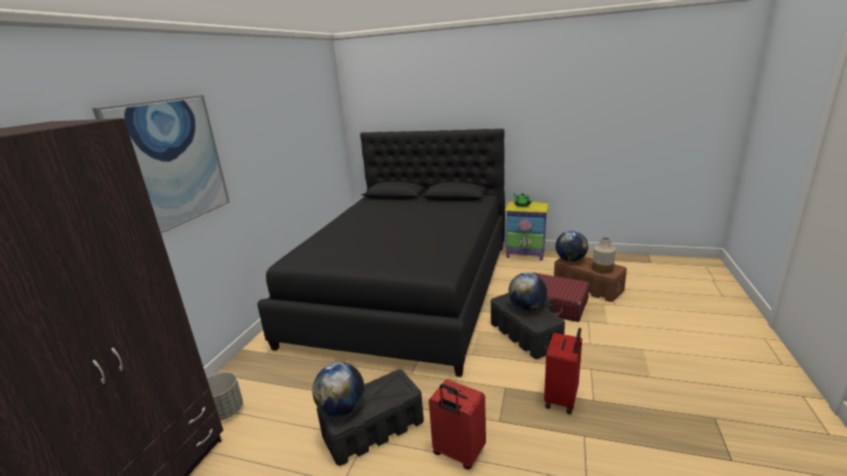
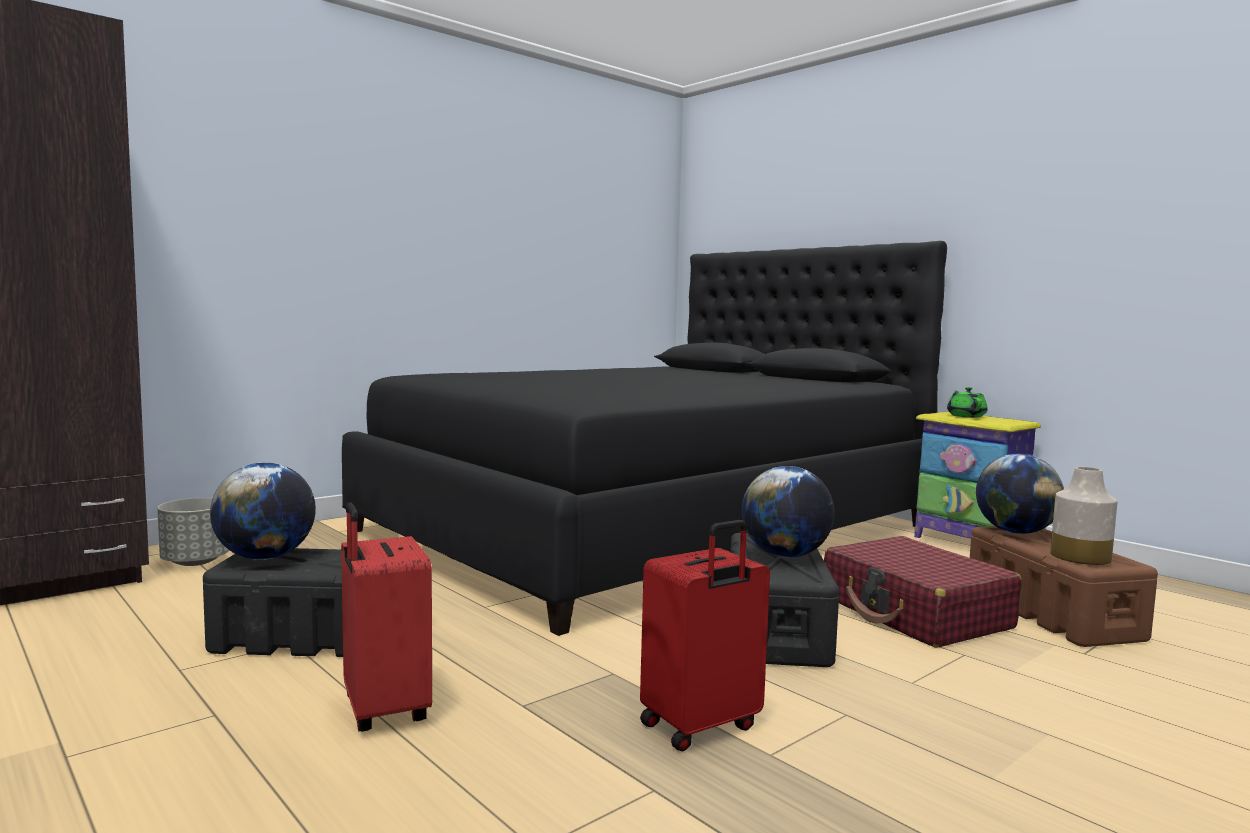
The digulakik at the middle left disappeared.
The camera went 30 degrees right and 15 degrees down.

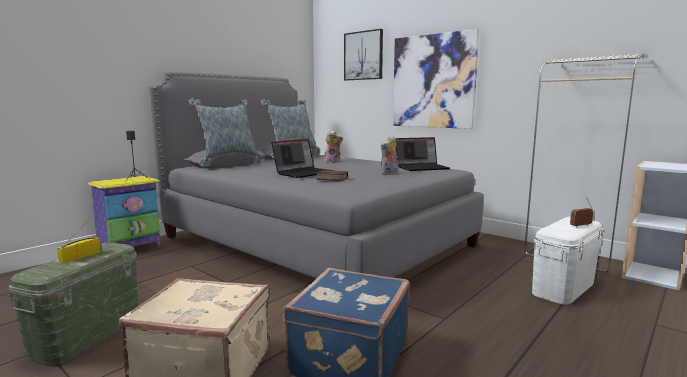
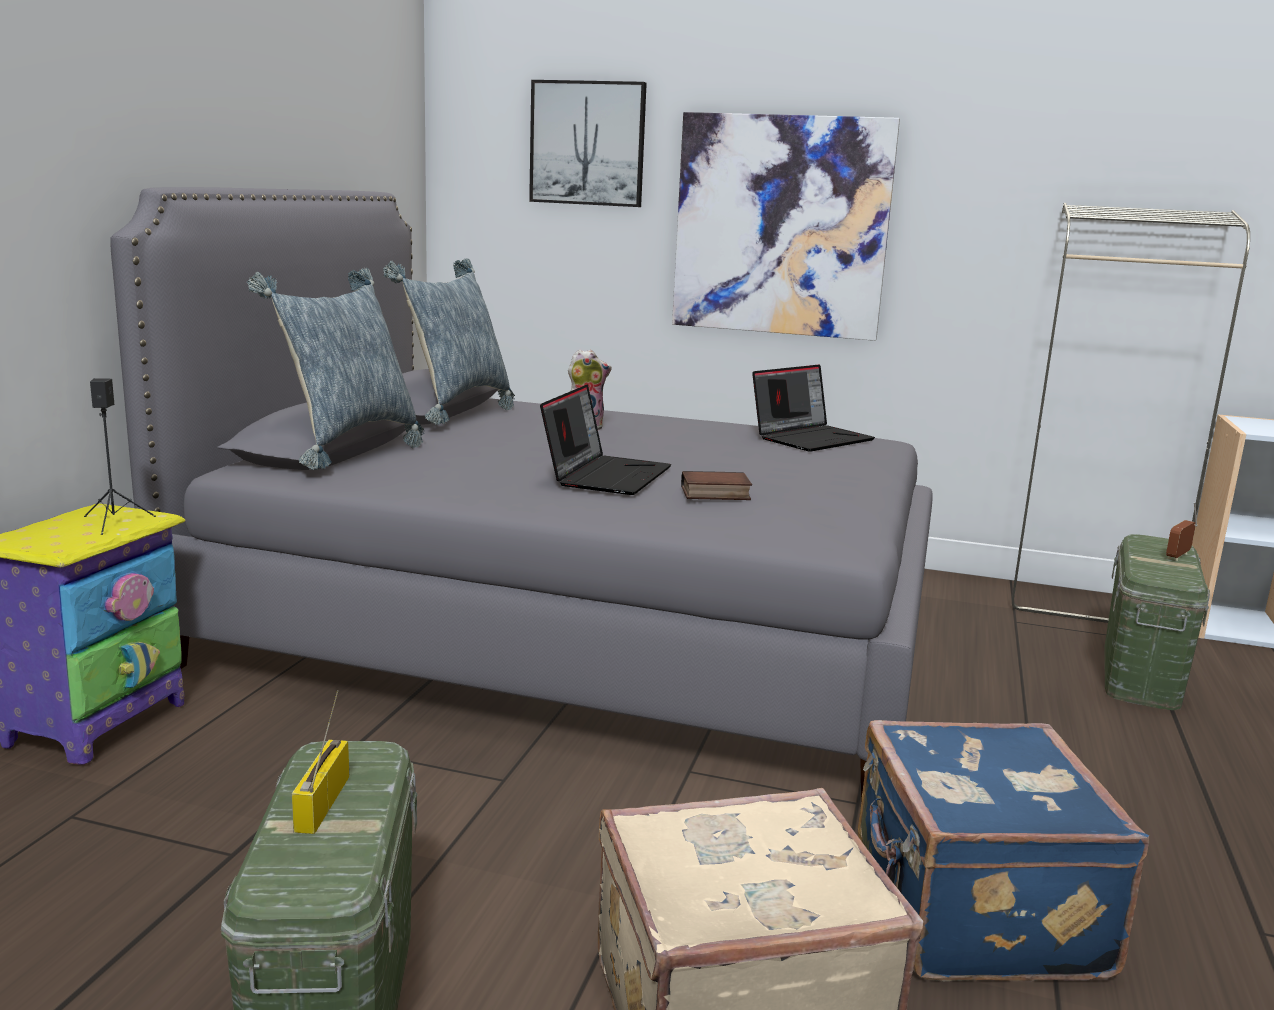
The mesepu (2nd from left) at the centre disappeared.
The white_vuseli at the bottom right became the green_vuseli (2nd from left) at the middle right.
The camera went 25 degrees left and 5 degrees up.

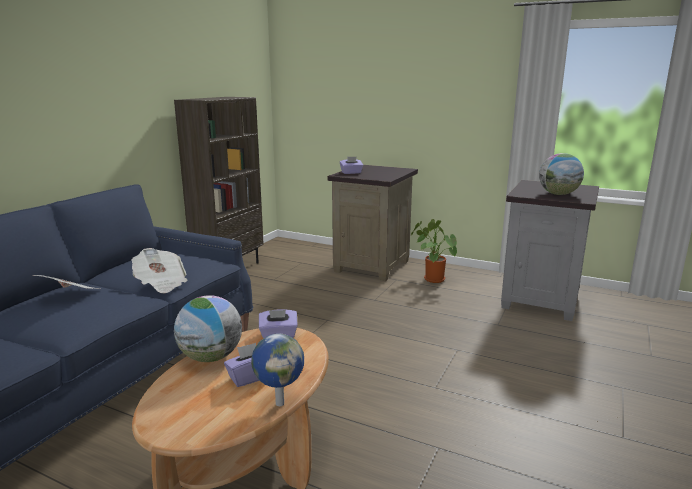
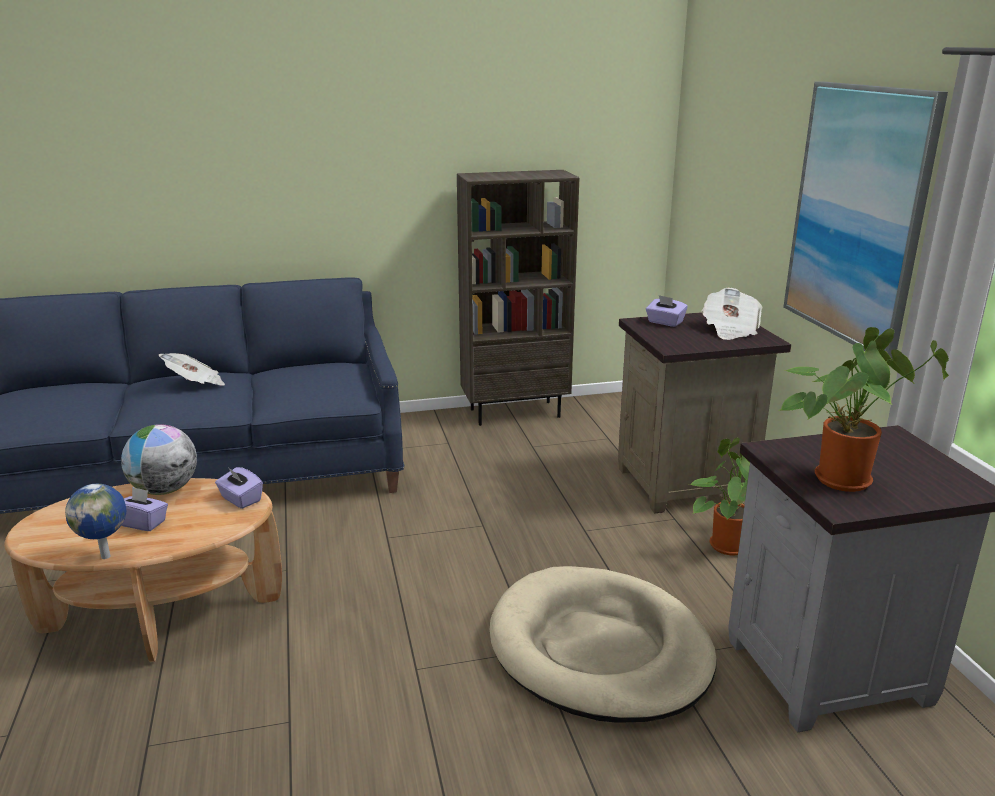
The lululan (2nd from left) moved from the middle left to the middle right.
The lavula (3rd from left) at the middle right was replaced by the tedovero (2nd from left) at the middle right.
The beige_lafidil at the bottom centre appeared.
The digulakik at the top right appeared.
The camera went 50 degrees right and 5 degrees up.

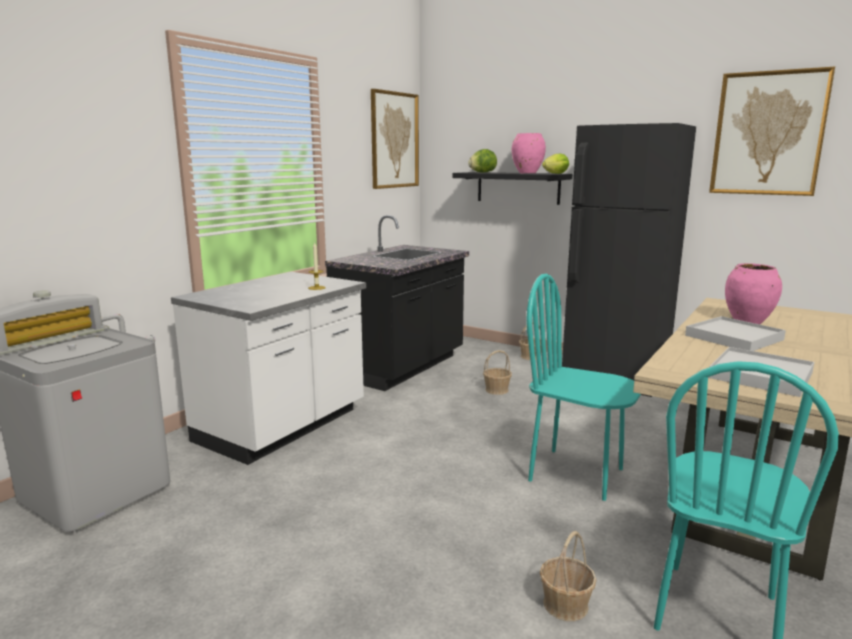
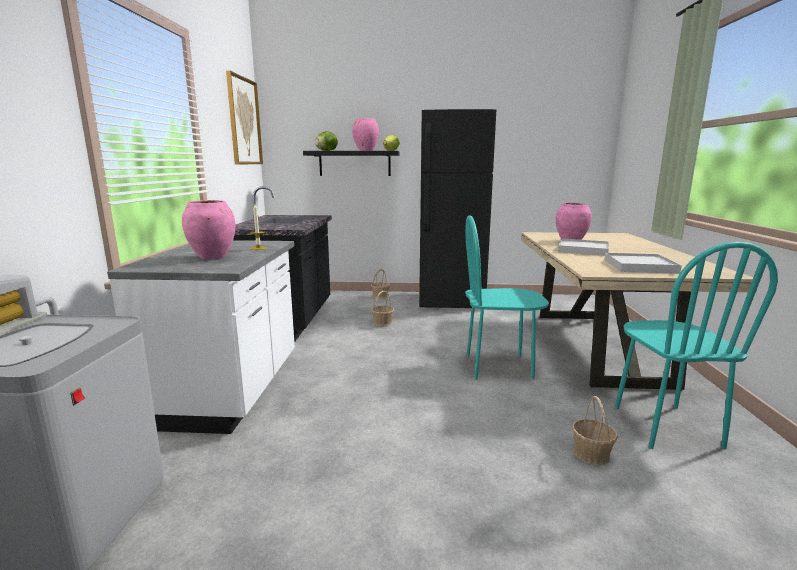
The digulakik (2nd from left) at the top right disappeared.
The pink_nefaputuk (1st from left) at the middle left appeared.
The camera went 30 degrees left and 0 degrees up.

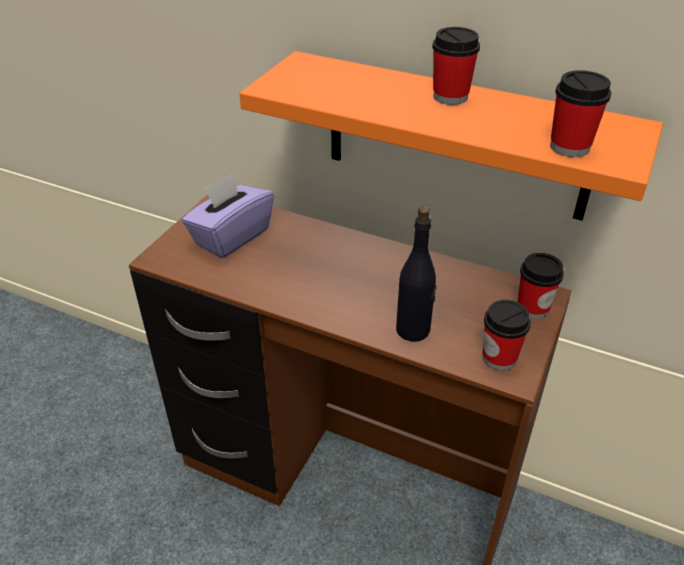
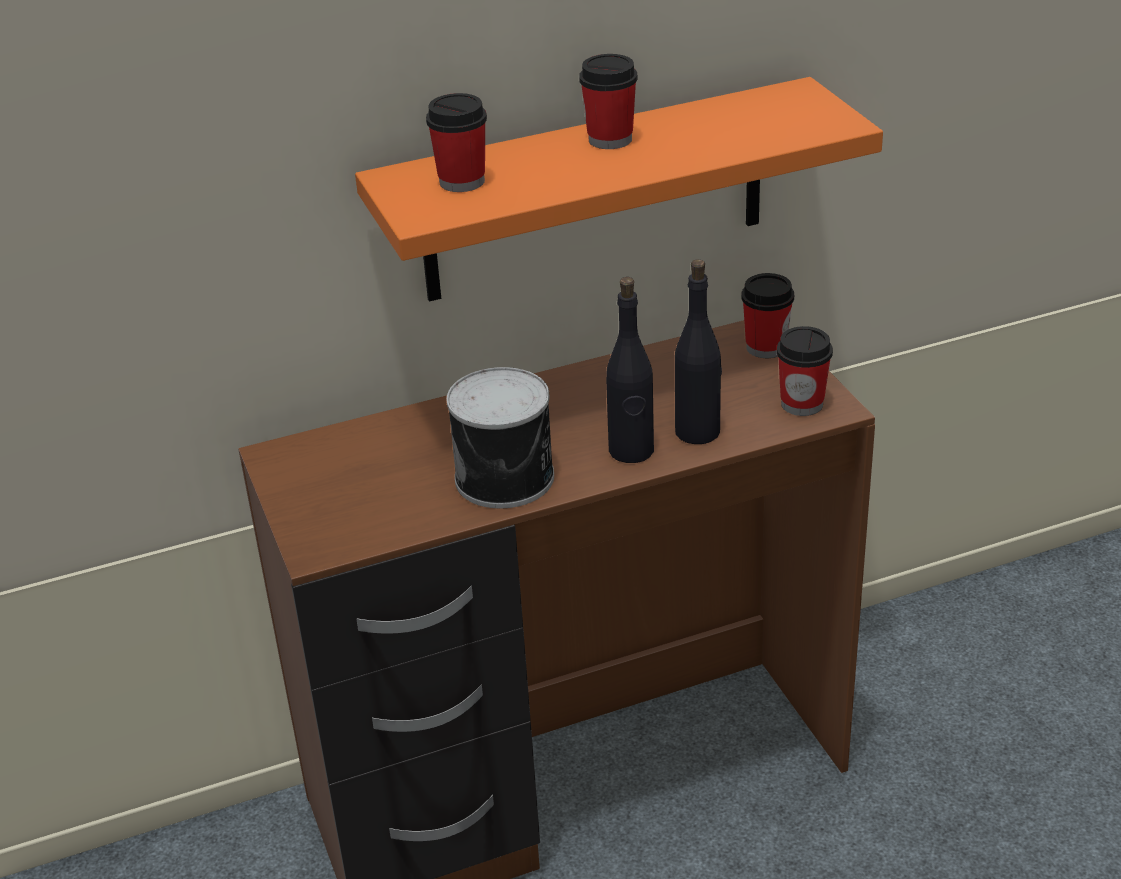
The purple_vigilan at the centre disappeared.
The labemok (4th from left in the first image) moved from the top right to the top centre.
The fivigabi at the centre appeared.
The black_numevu (1st from left) at the centre appeared.
The camera went 45 degrees left and 5 degrees down.

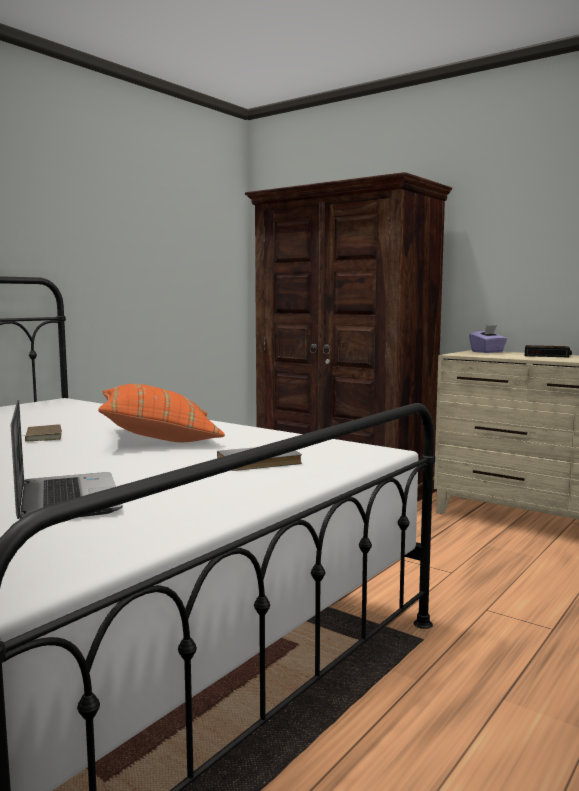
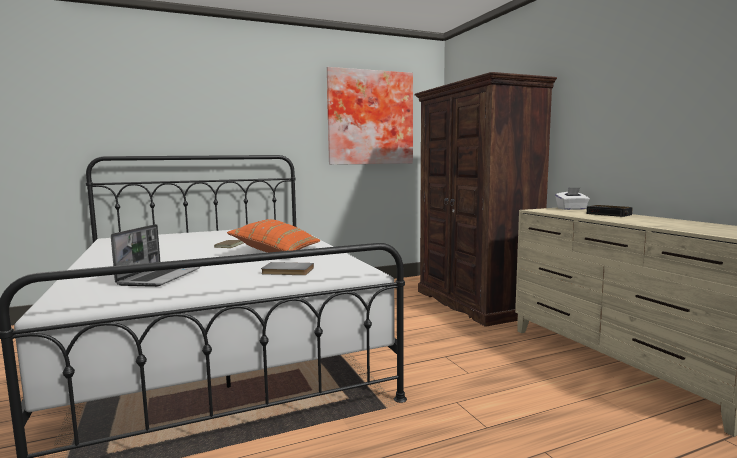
The purple_vigilan at the middle right became the white_vigilan at the middle right.
The digulakik at the top centre appeared.
The camera went 30 degrees right and 0 degrees up.

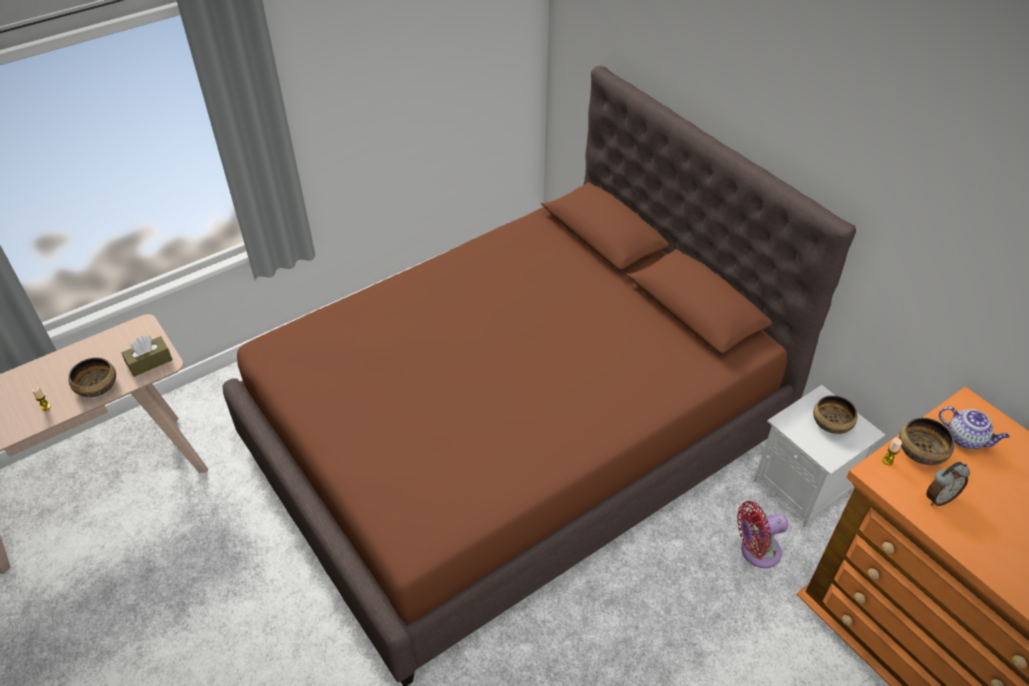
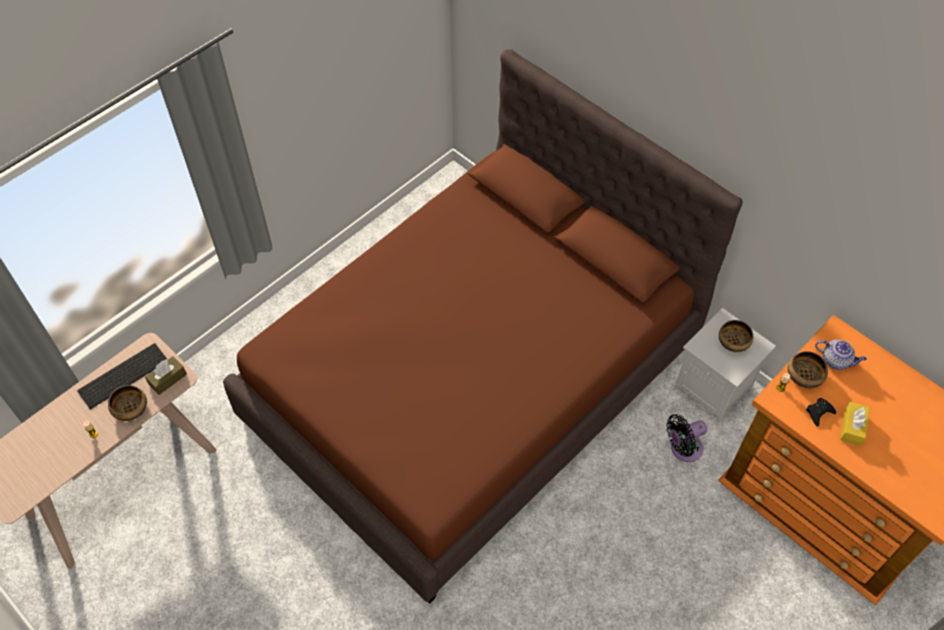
The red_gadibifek at the bottom right became the black_gadibifek at the bottom right.
The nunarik at the bottom right was replaced by the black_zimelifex at the middle right.
The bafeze at the middle left appeared.
The yellow_vigilan at the bottom right appeared.
The camera went 10 degrees left and 10 degrees up.

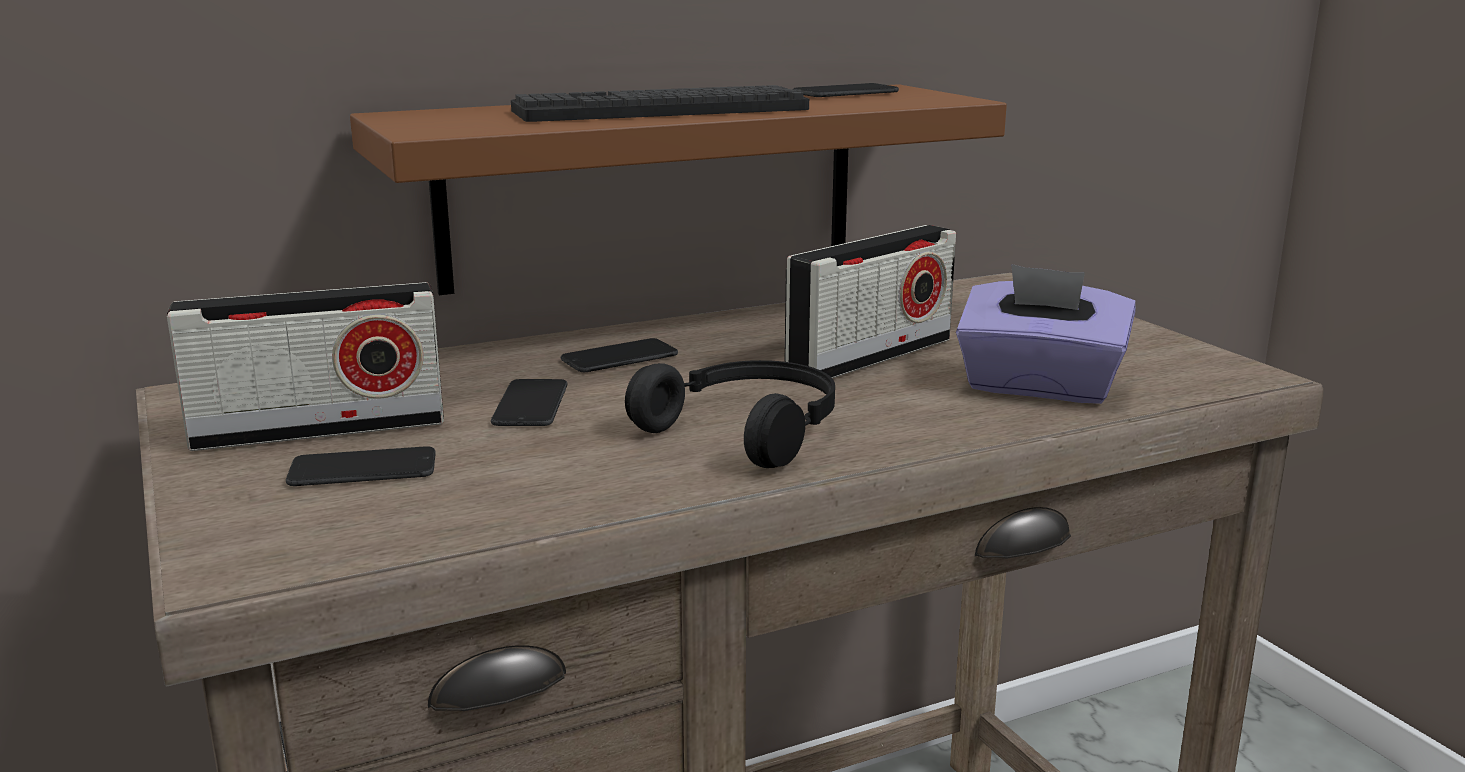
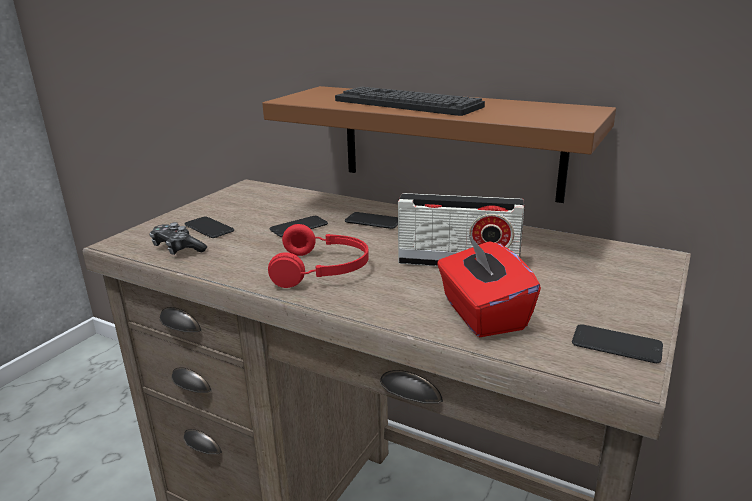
The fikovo (1st from left) at the middle left disappeared.
The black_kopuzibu at the centre became the red_kopuzibu at the centre.
The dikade (4th from left) moved from the top centre to the bottom right.
The purple_vigilan at the middle right became the red_vigilan at the centre.
The zimelifex at the middle left appeared.
The camera went 55 degrees right and 5 degrees up.

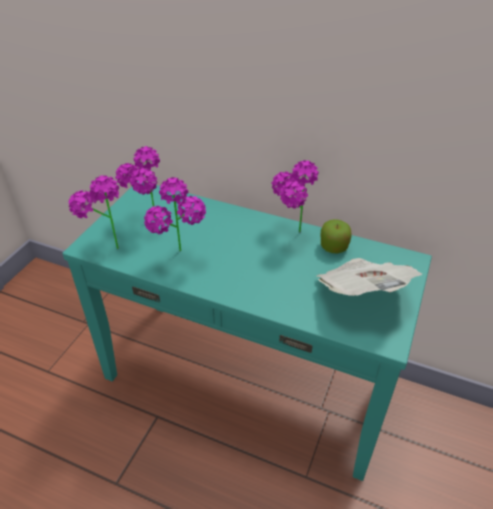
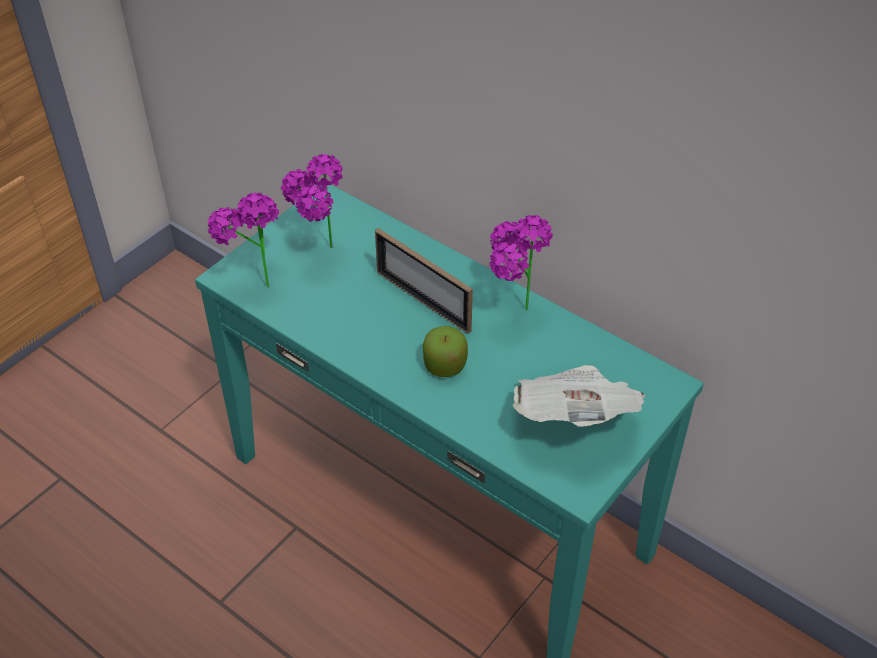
The tedovero (3rd from left) at the centre disappeared.
The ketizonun moved from the middle right to the centre.
The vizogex at the centre appeared.
The camera went 15 degrees right and 5 degrees up.

